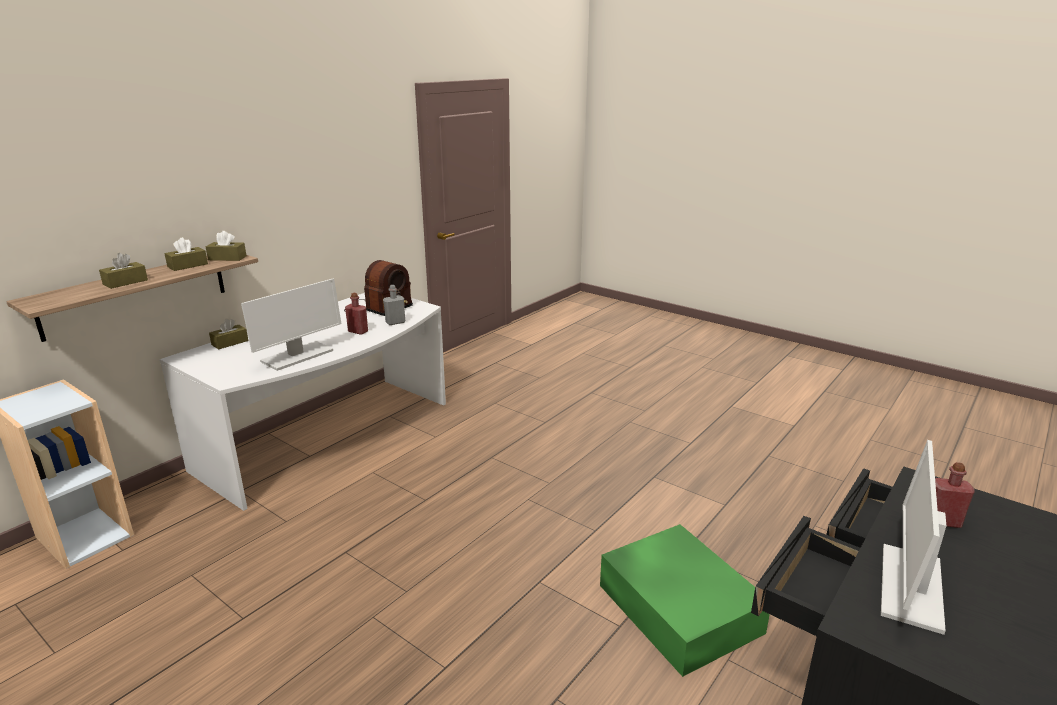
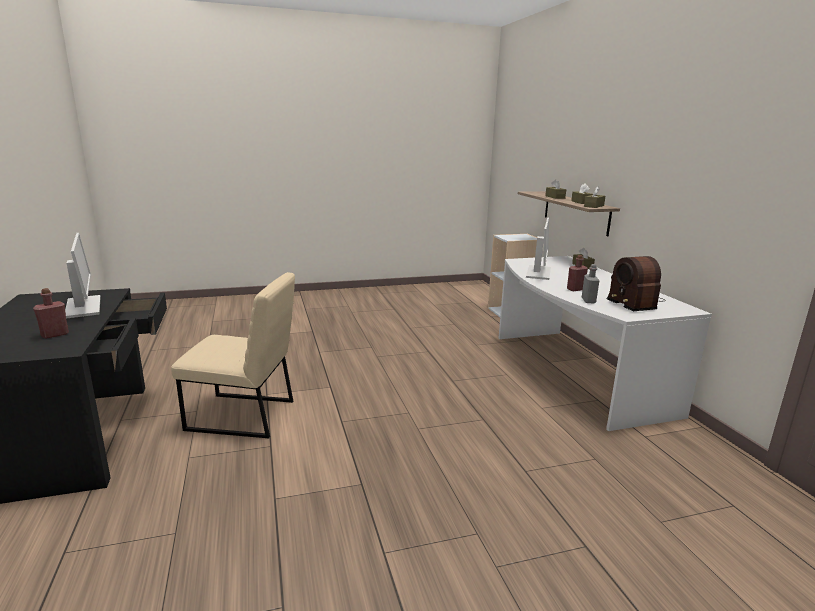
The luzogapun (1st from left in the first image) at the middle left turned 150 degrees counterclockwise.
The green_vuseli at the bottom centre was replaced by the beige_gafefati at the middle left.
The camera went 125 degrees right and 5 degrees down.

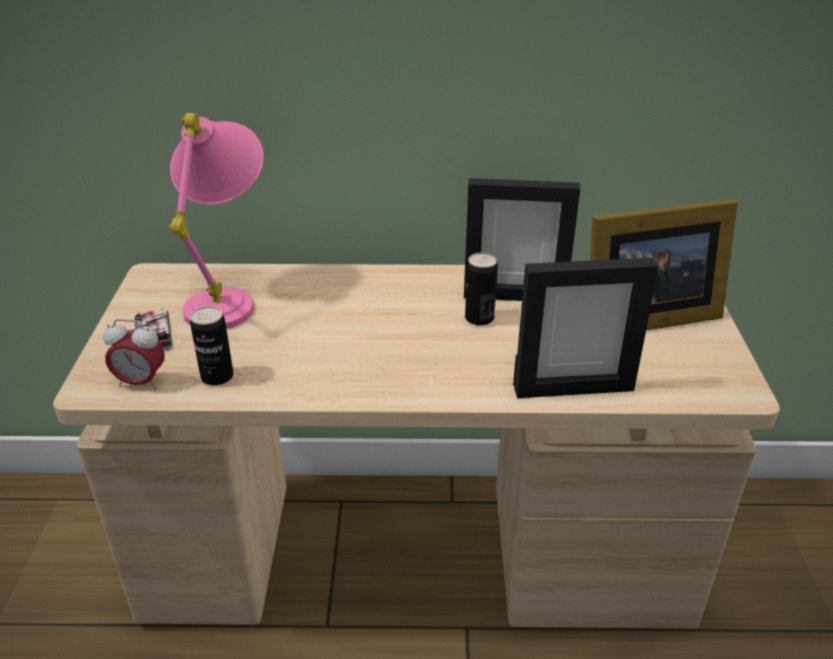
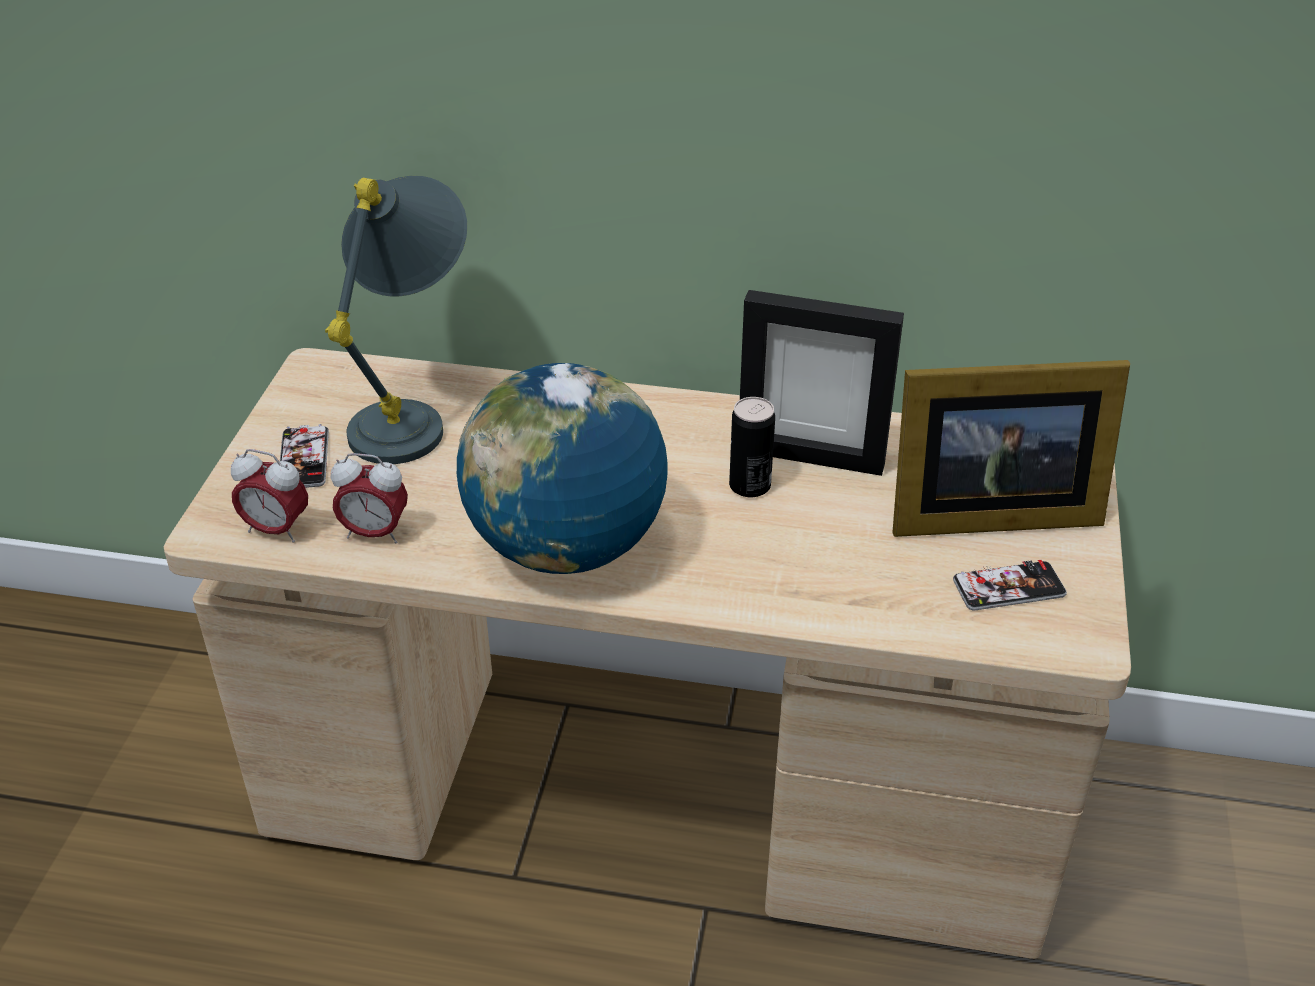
The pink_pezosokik at the middle left became the grey_pezosokik at the top left.
The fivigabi (1st from left) at the middle left was replaced by the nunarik (2nd from left) at the middle left.
The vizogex (2nd from left) at the middle right disappeared.
The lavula at the centre appeared.
The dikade (2nd from left) at the middle right appeared.
The camera went 10 degrees right and 5 degrees up.

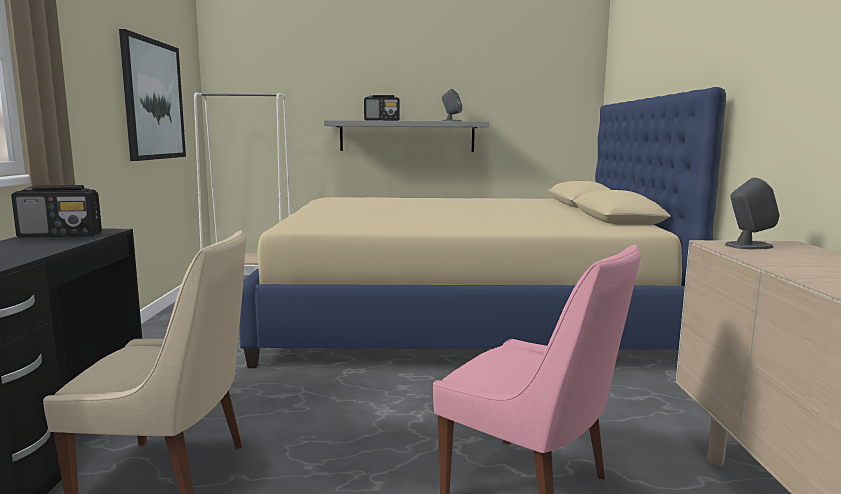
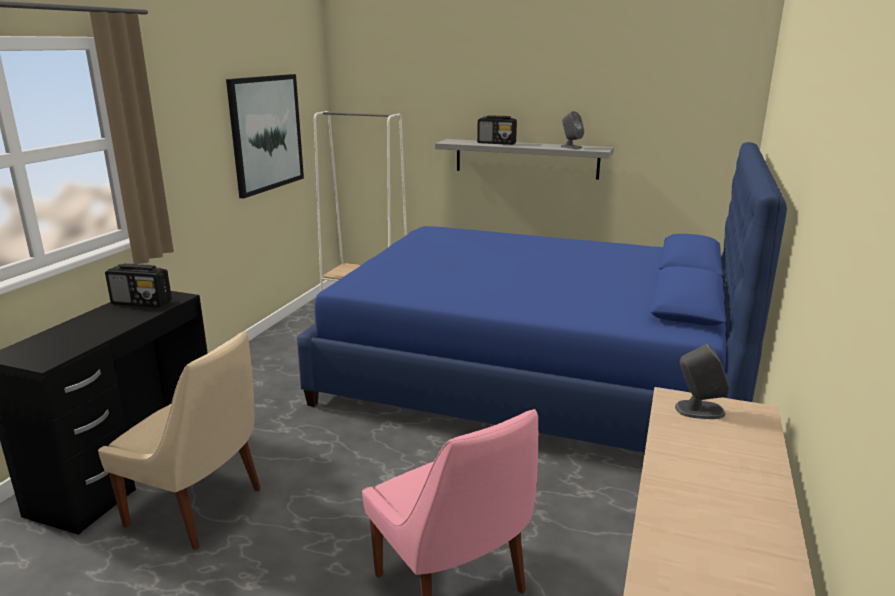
The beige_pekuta at the centre became the blue_pekuta at the centre.
The camera went 20 degrees right and 10 degrees up.

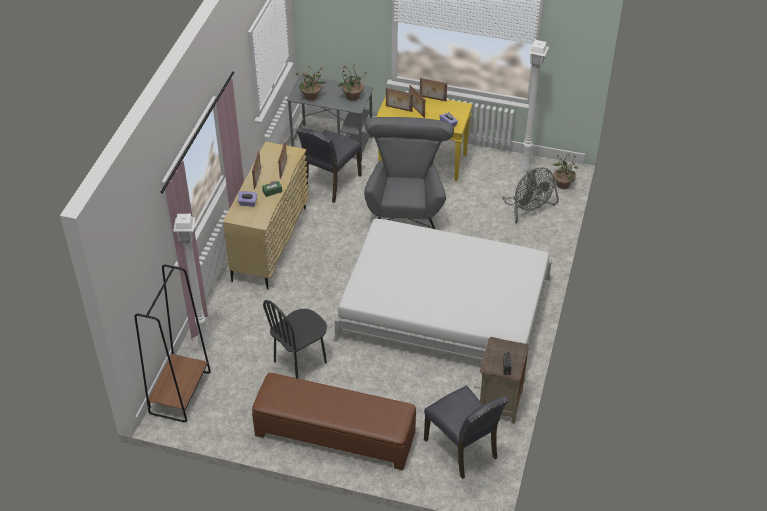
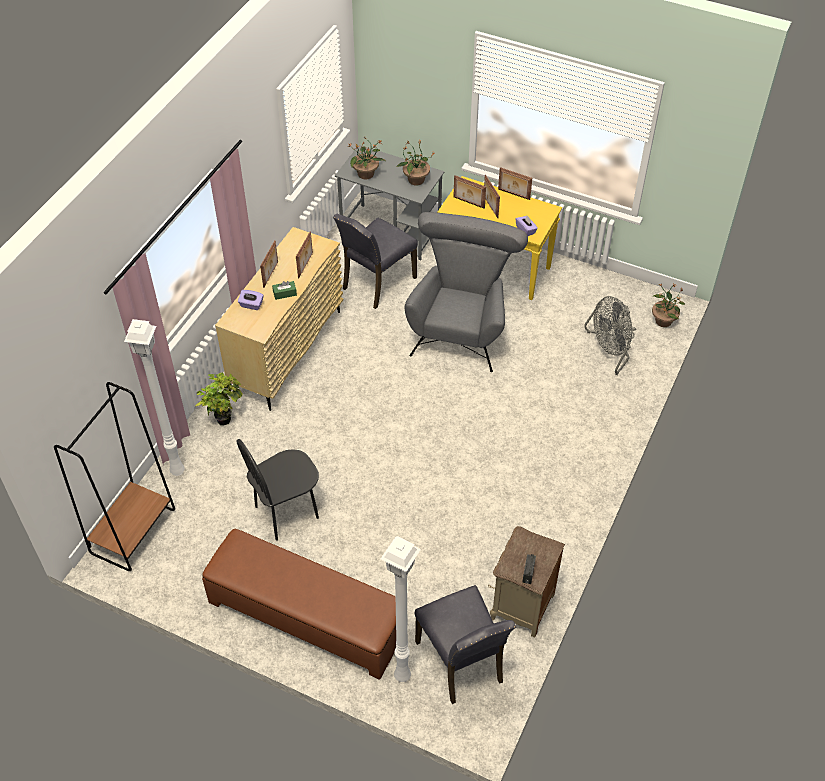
The white_pekuta at the centre disappeared.
The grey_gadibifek at the middle right turned 90 degrees clockwise.
The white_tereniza (2nd from left) moved from the top right to the bottom centre.
The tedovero (1st from left) at the middle left appeared.
The camera went 10 degrees right and 5 degrees up.

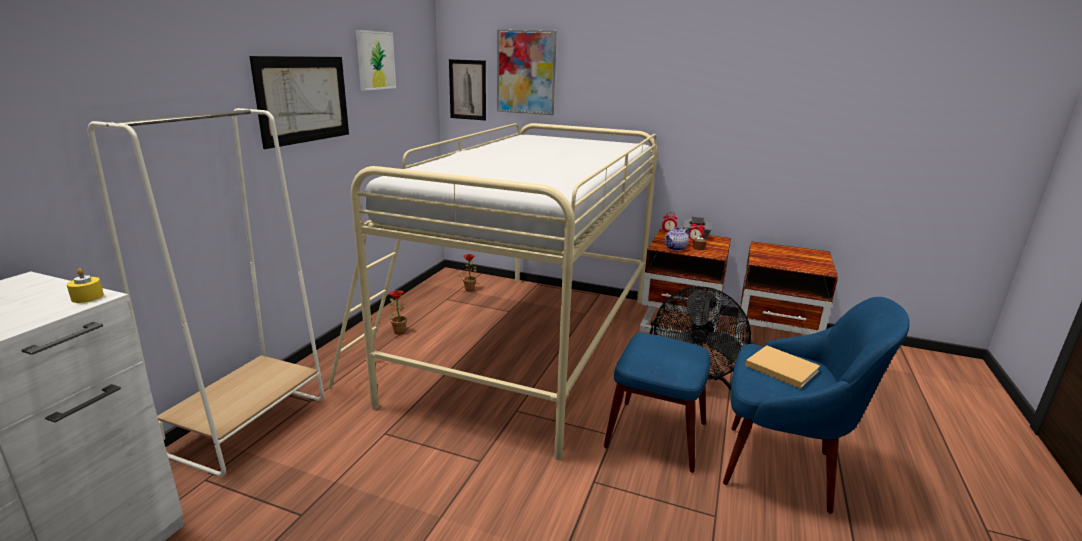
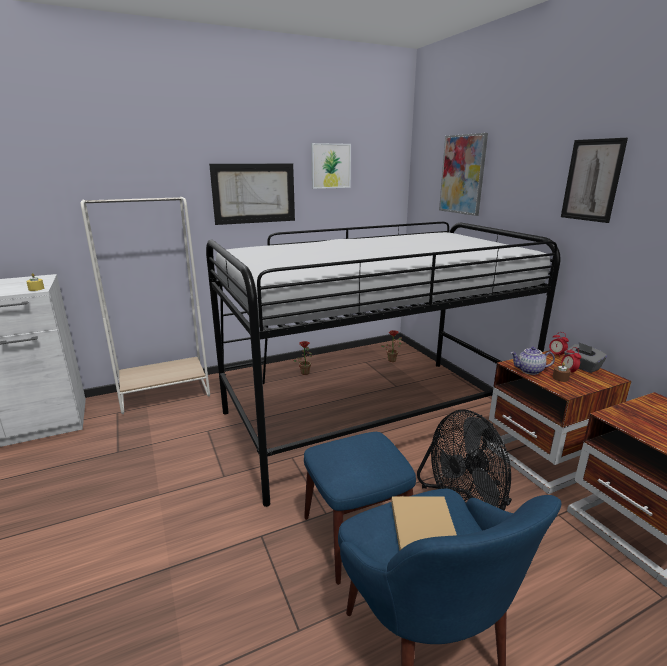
The beige_pekuta at the centre became the black_pekuta at the centre.
The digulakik (3rd from left in the first image) moved from the top centre to the top right.
The camera went 45 degrees right and 0 degrees up.

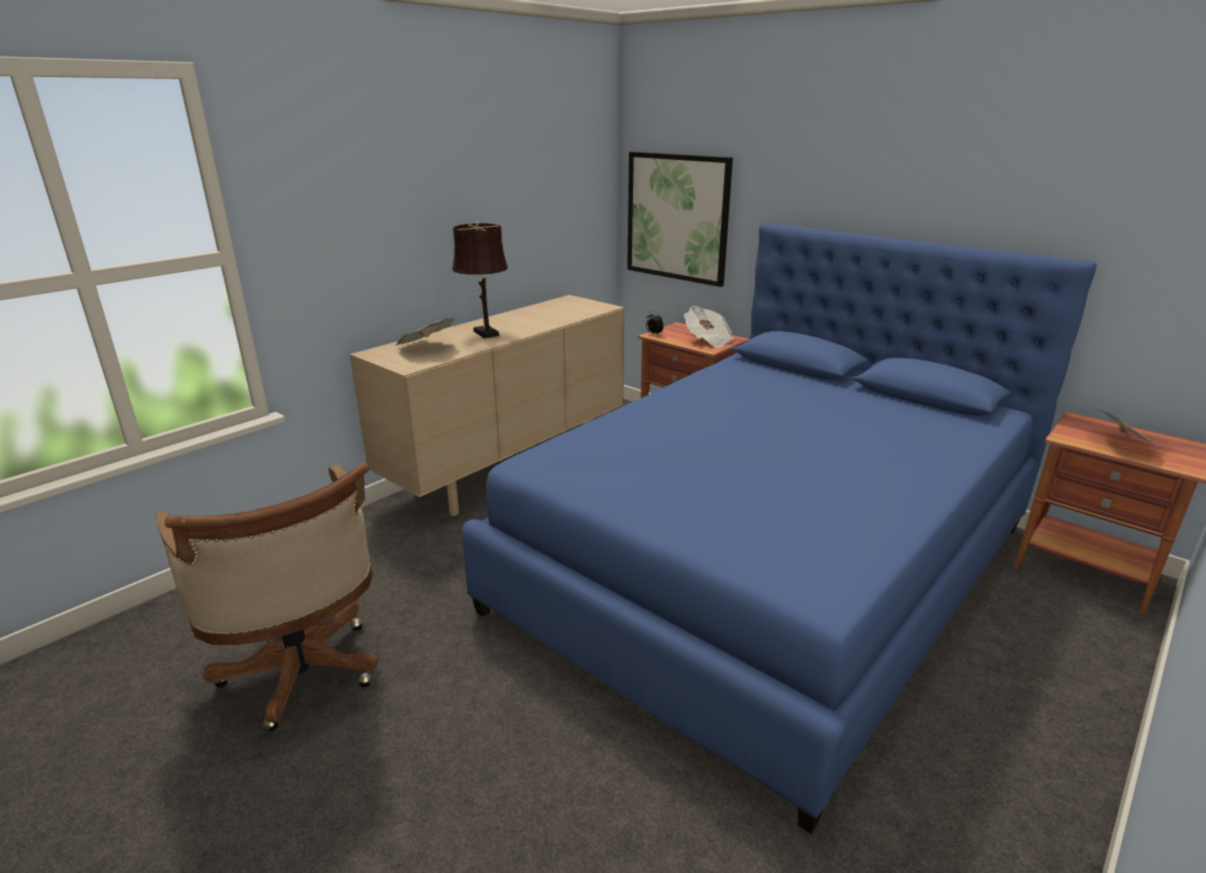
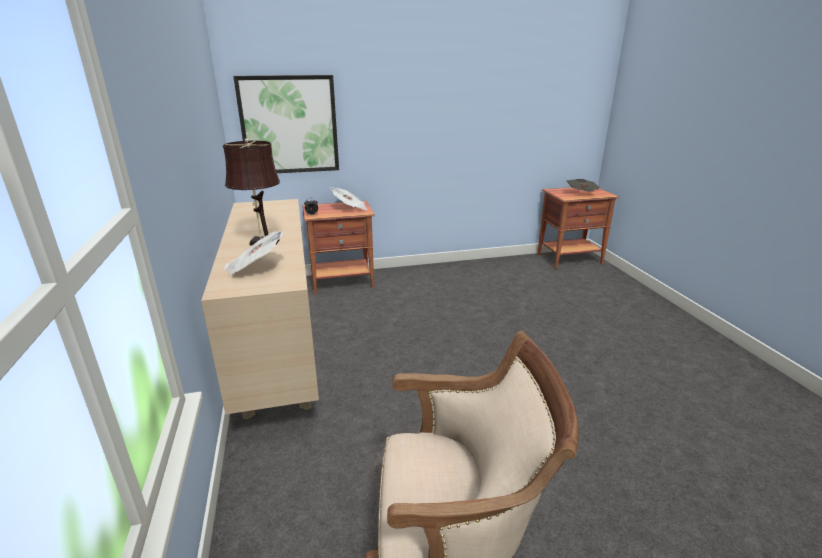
The blue_pekuta at the centre disappeared.
The camera went 55 degrees left and 0 degrees up.

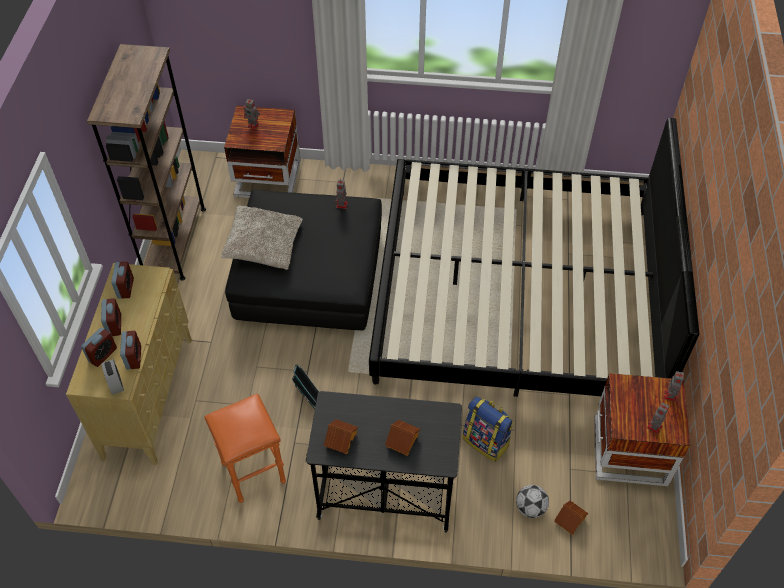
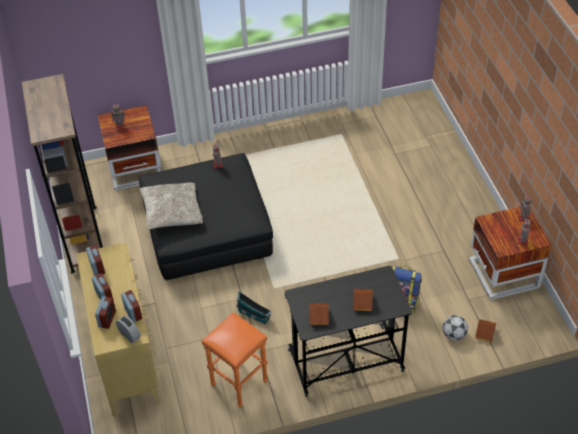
The pekuta at the middle right disappeared.
The camera went 20 degrees left and 5 degrees down.

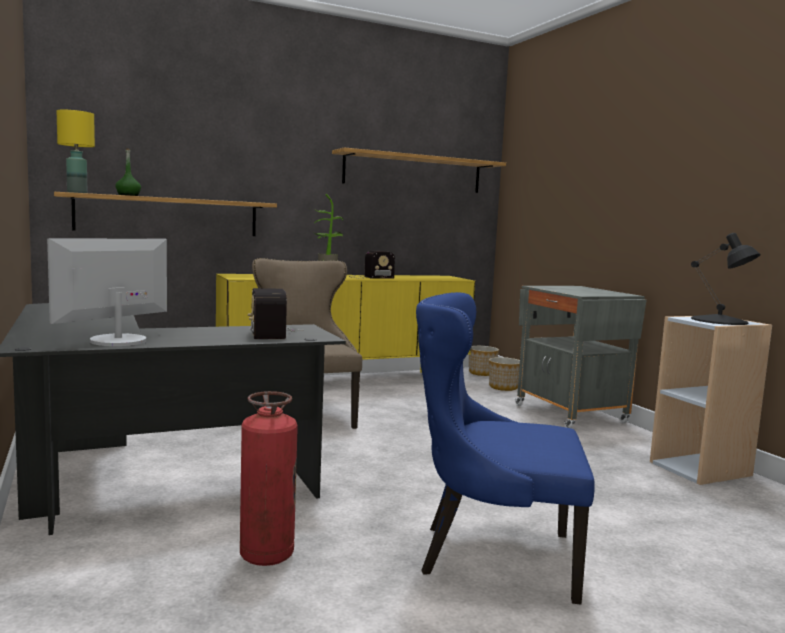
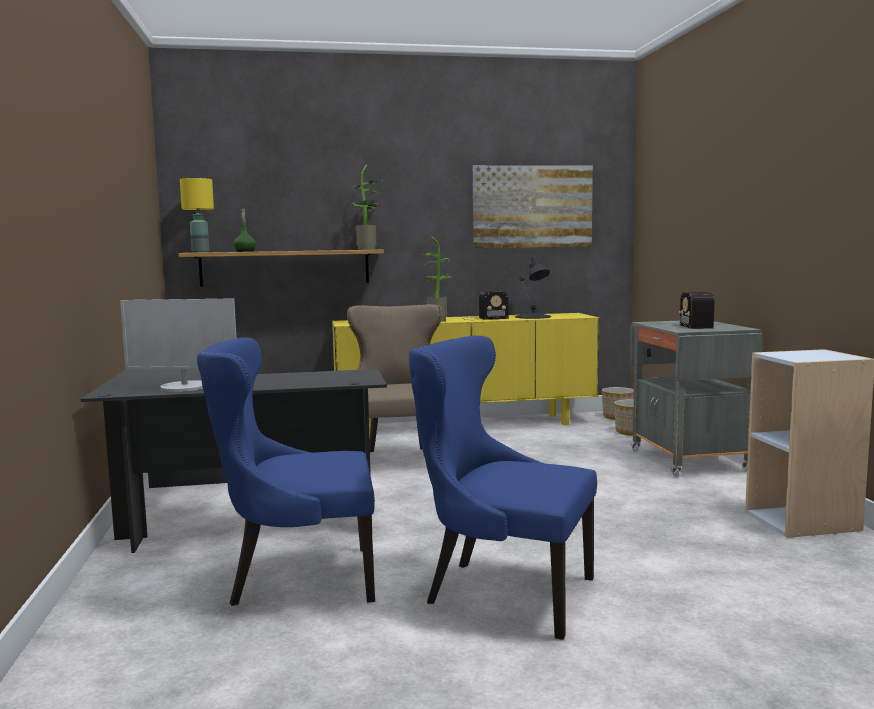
The luzogapun at the middle left turned 135 degrees counterclockwise.
The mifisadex at the bottom centre was replaced by the blue_gafefati (1st from left) at the middle left.
The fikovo (1st from left in the first image) moved from the centre to the middle right.
The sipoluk (2nd from left) at the top centre was replaced by the digulakik at the top centre.
The black_pezosokik moved from the middle right to the centre.
The tedovero (1st from left) at the top centre appeared.
The camera went 15 degrees right and 0 degrees up.

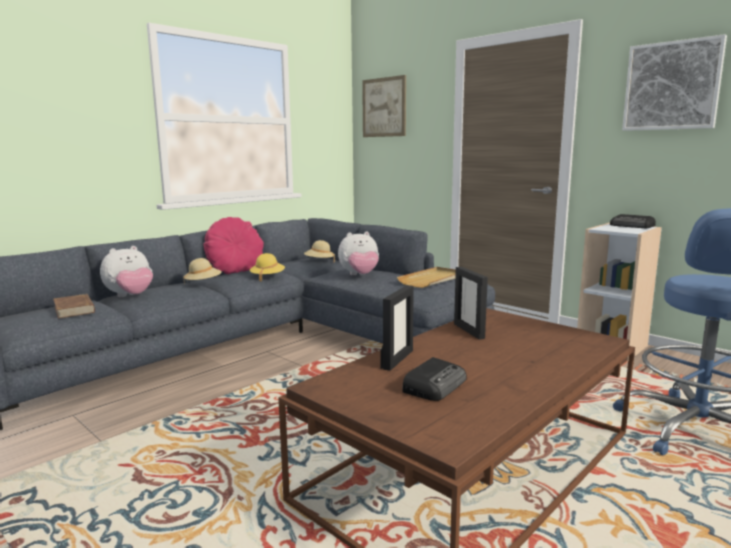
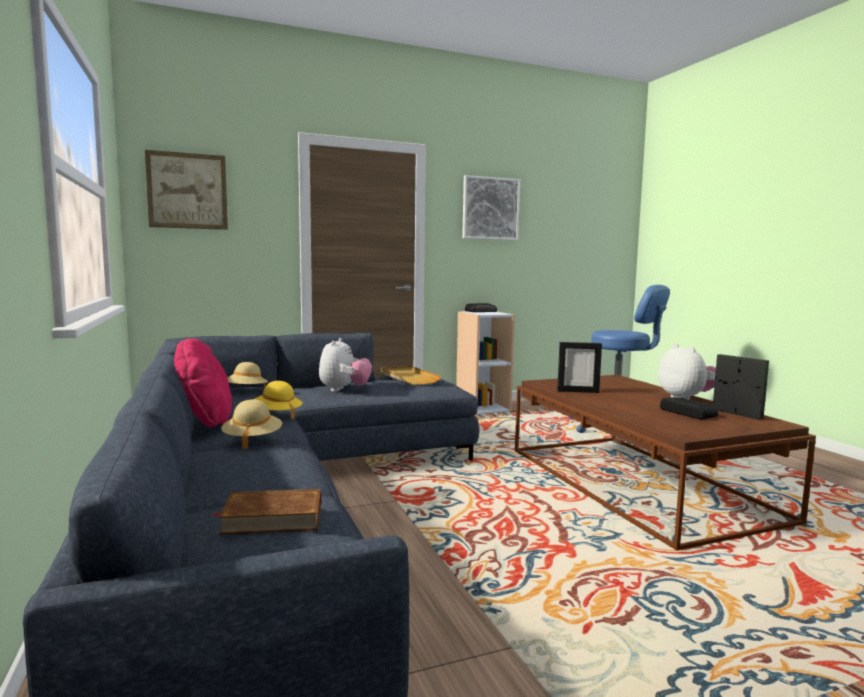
The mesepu (1st from left in the first image) moved from the middle left to the middle right.
The vizogex (1st from left in the first image) moved from the centre to the middle right.
The camera went 65 degrees left and 5 degrees down.

